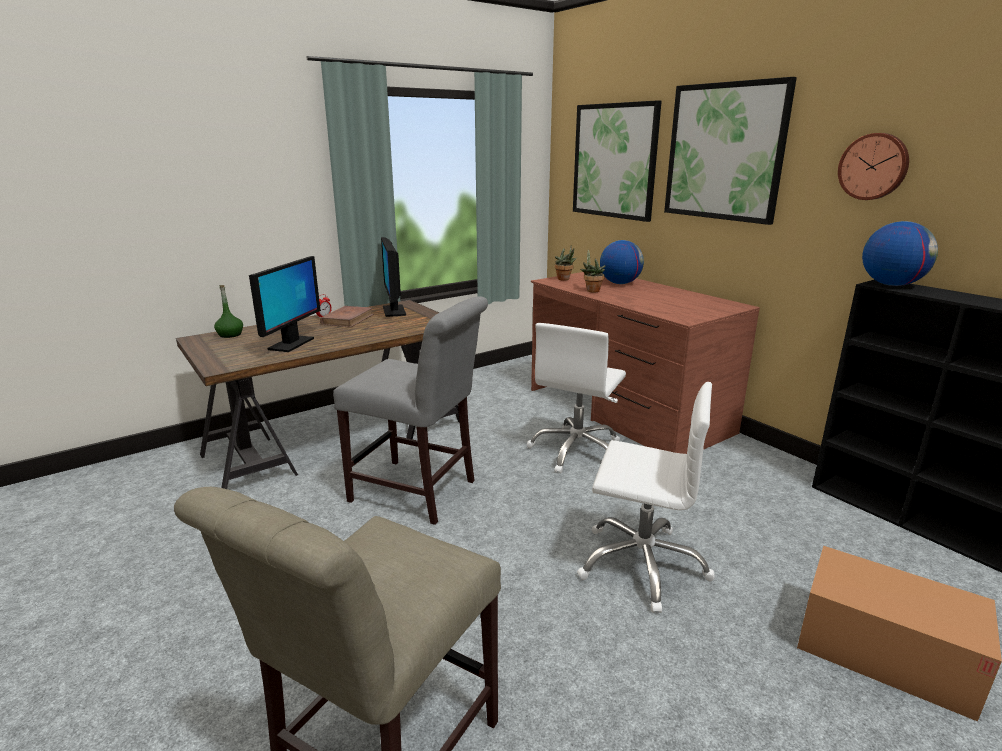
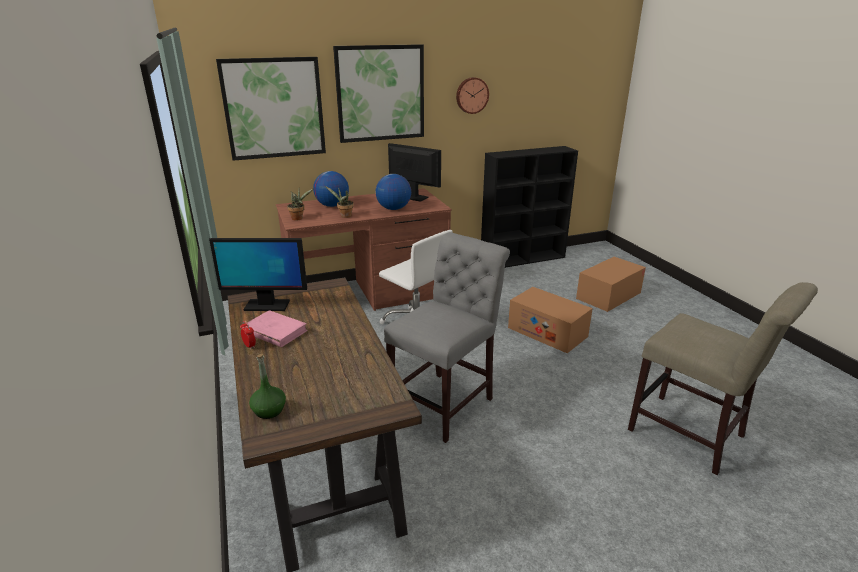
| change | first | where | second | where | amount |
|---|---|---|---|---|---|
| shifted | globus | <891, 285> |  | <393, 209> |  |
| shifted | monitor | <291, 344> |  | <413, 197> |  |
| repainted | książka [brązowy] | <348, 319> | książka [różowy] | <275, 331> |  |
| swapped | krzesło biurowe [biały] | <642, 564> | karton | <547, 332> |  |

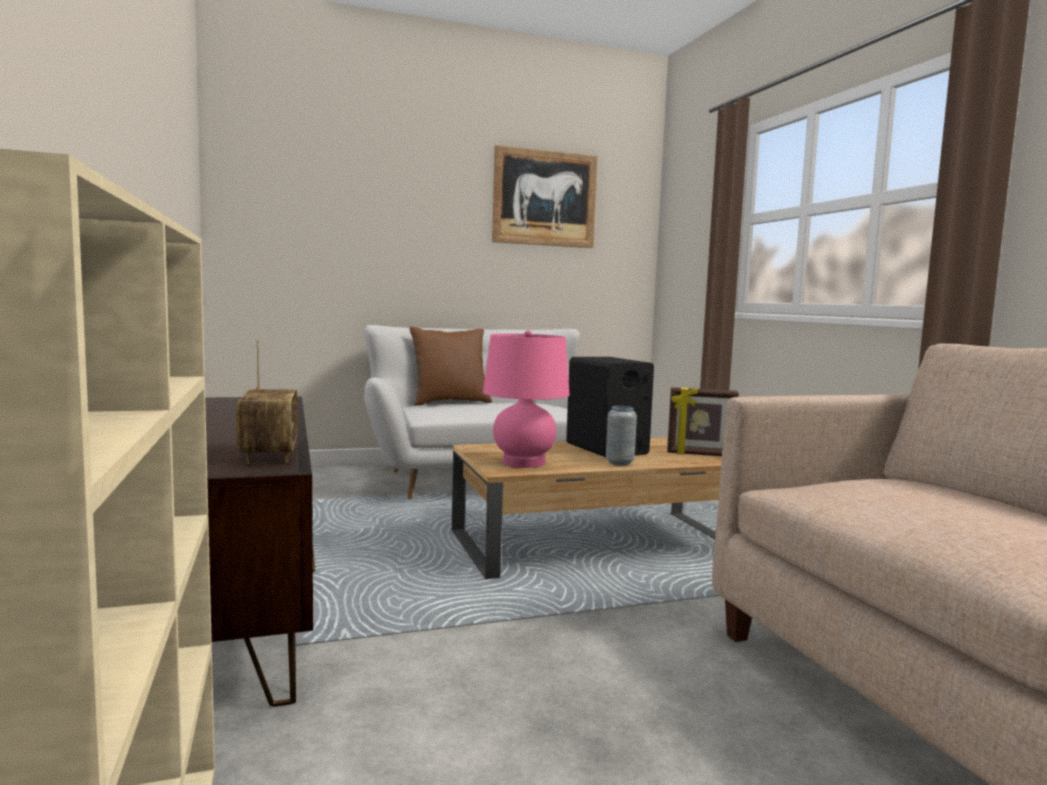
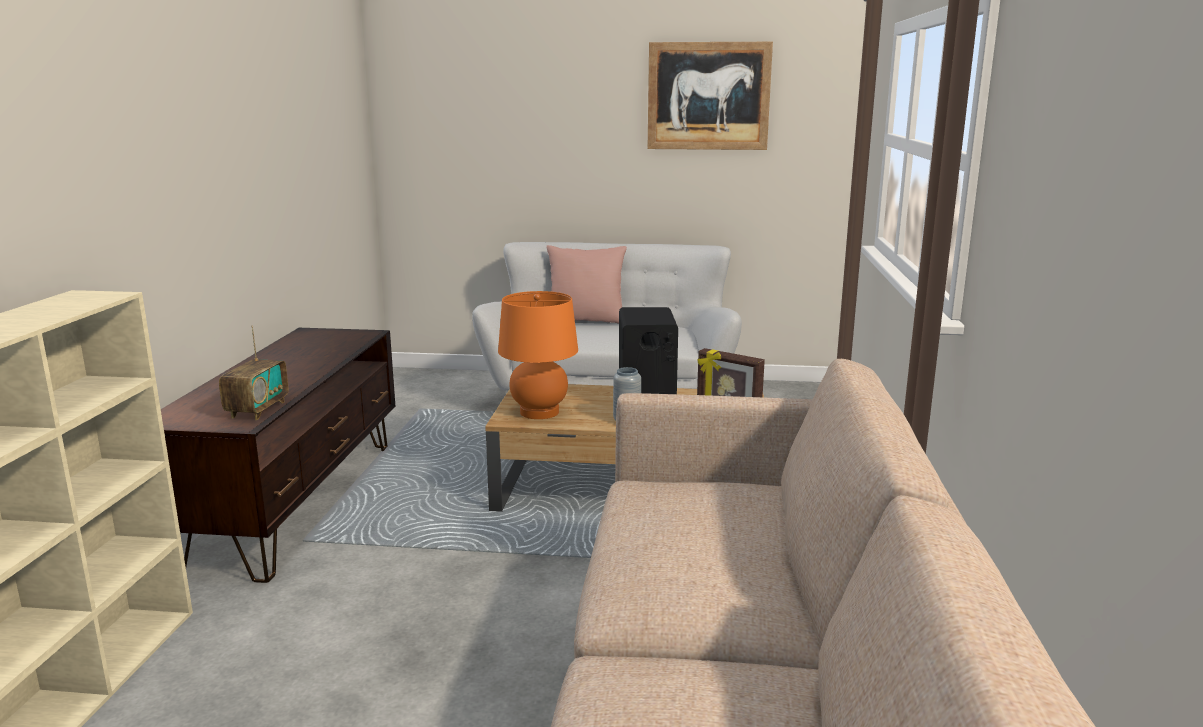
| change | first | where | second | where | amount |
|---|---|---|---|---|---|
| repainted | poduszka [brązowy] | <450, 402> | poduszka [różowy] | <586, 322> |  |
| repainted | lampa stołowa [różowy] | <523, 463> | lampa stołowa [pomarańczowy] | <539, 412> |  |

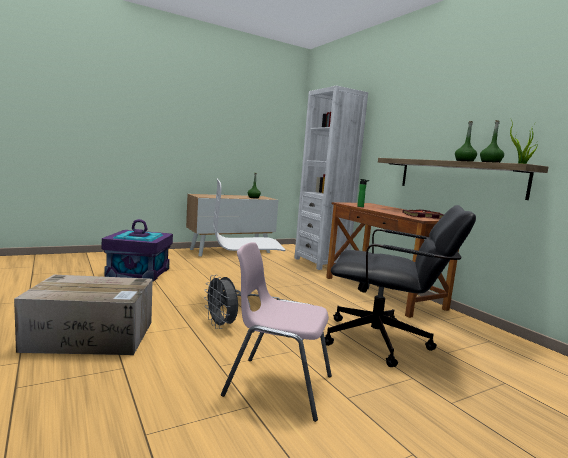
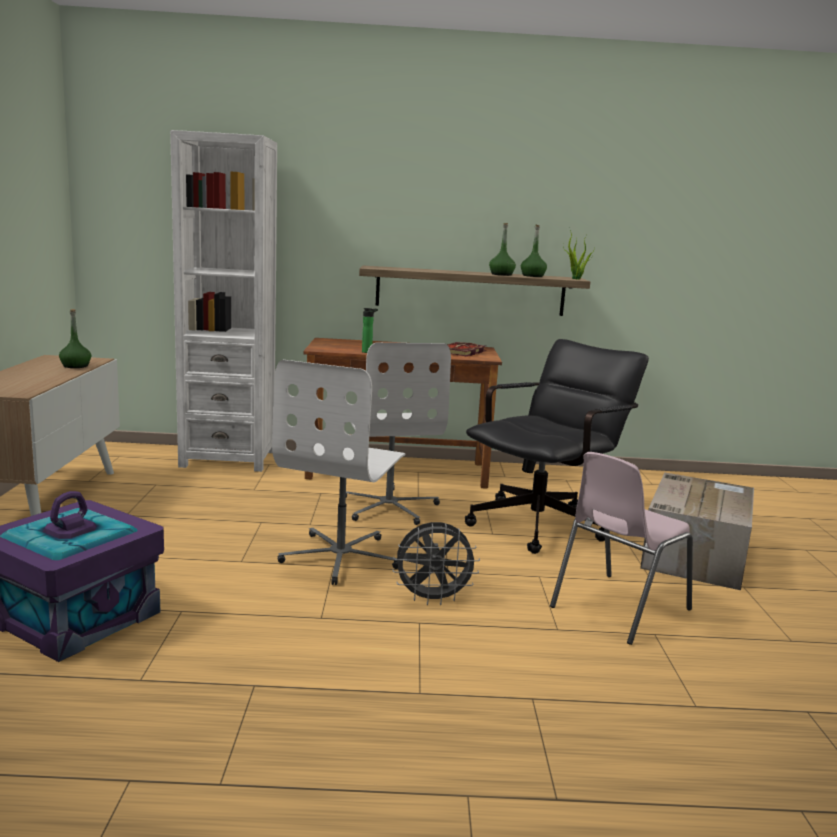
| change | first | where | second | where | amount |
|---|---|---|---|---|---|
| shifted | karton | <92, 336> |  | <694, 554> |  |
| new |  |  | krzesło biurowe [biały] | <389, 507> |  |

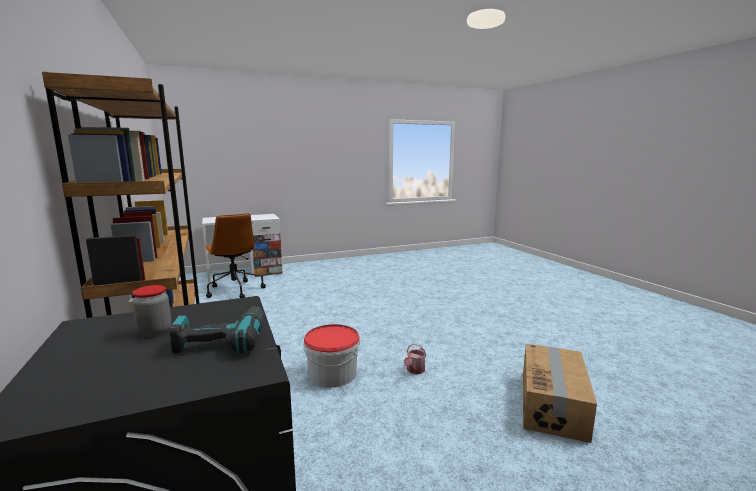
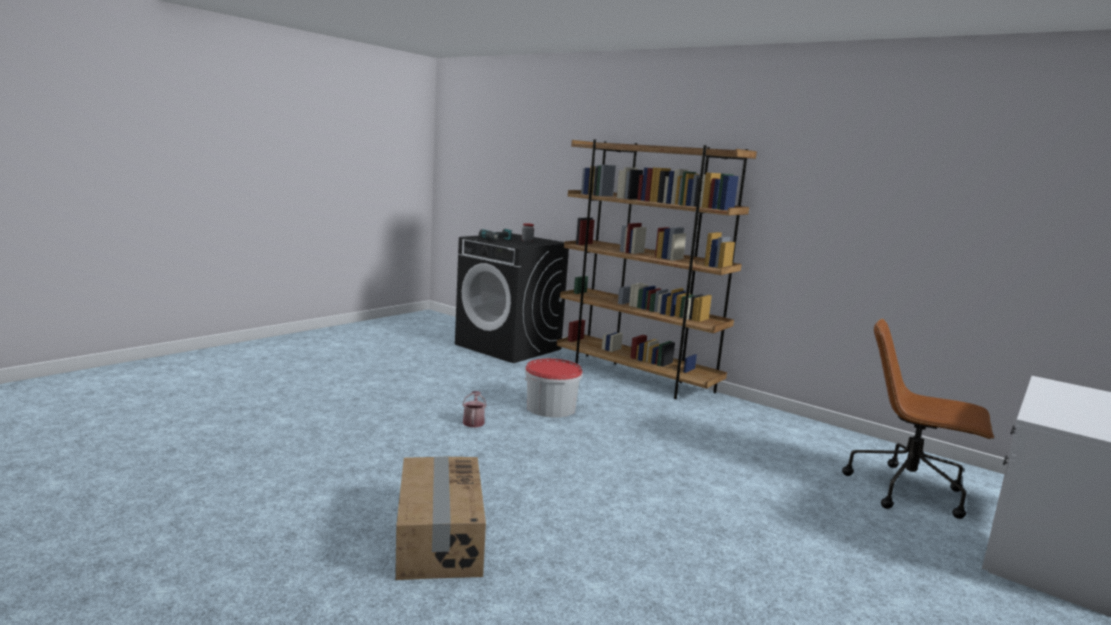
| change | first | where | second | where | amount |
|---|---|---|---|---|---|
| shifted | karton | <553, 404> |  | <438, 537> |  |

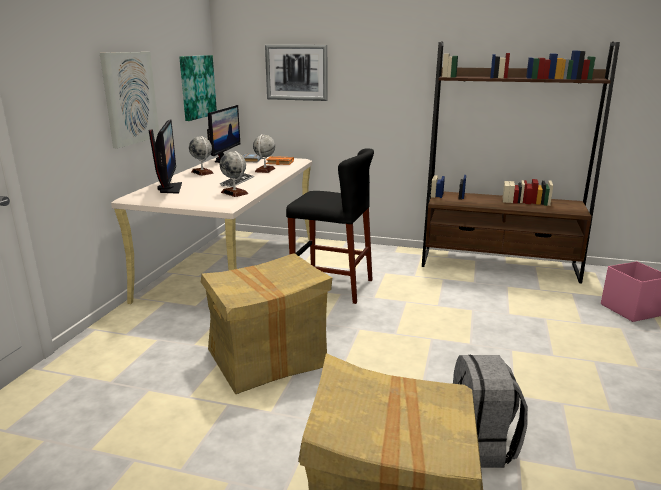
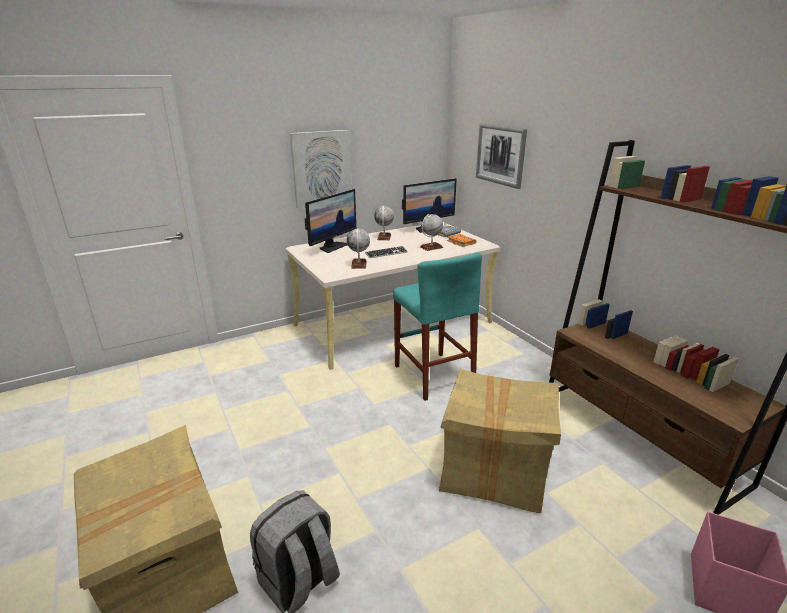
| change | first | where | second | where | amount |
|---|---|---|---|---|---|
| gone | obraz | <197, 87> |  |  |  |
| repainted | stołek [czarny] | <332, 286> | stołek [turkusowy] | <433, 375> |  |
| shifted | karton | <267, 359> |  | <494, 472> |  |

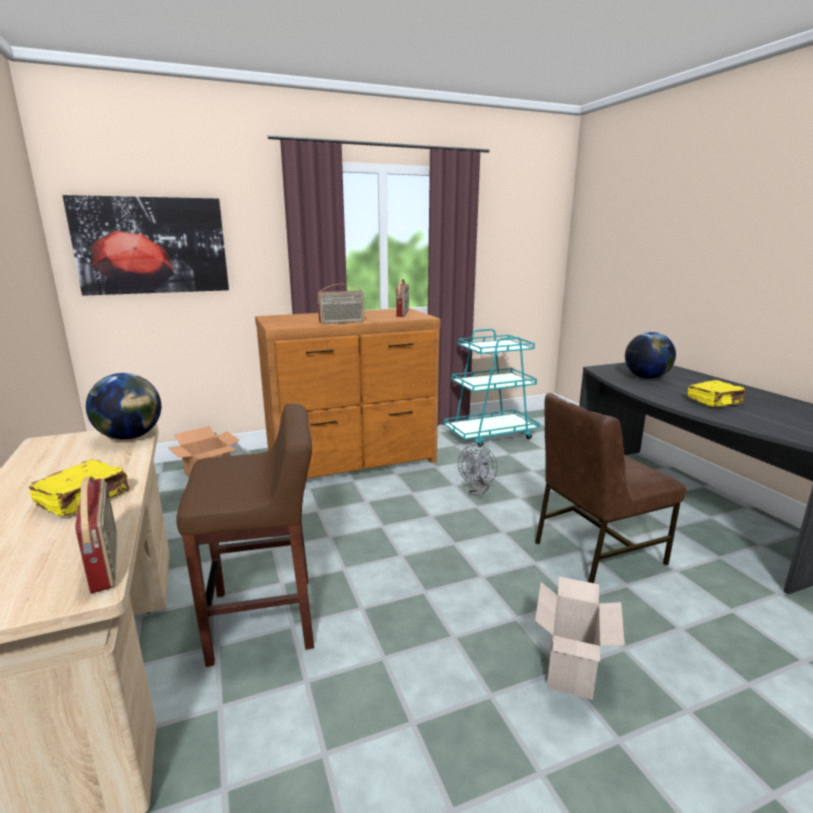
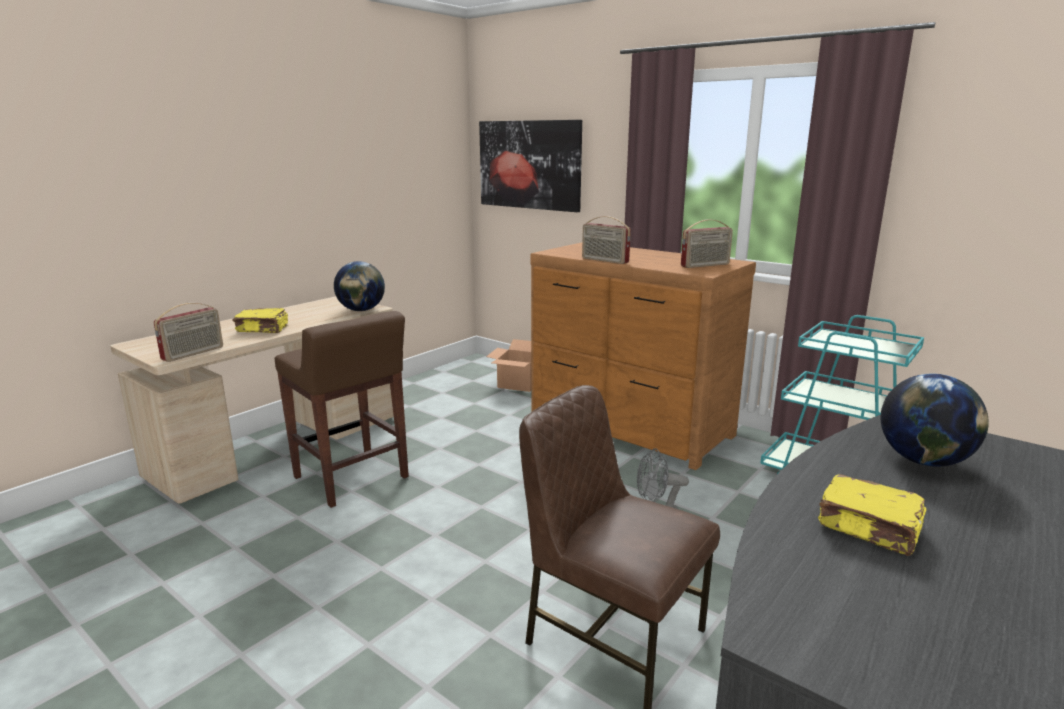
| change | first | where | second | where | amount |
|---|---|---|---|---|---|
| gone | karton | <572, 672> |  |  |  |

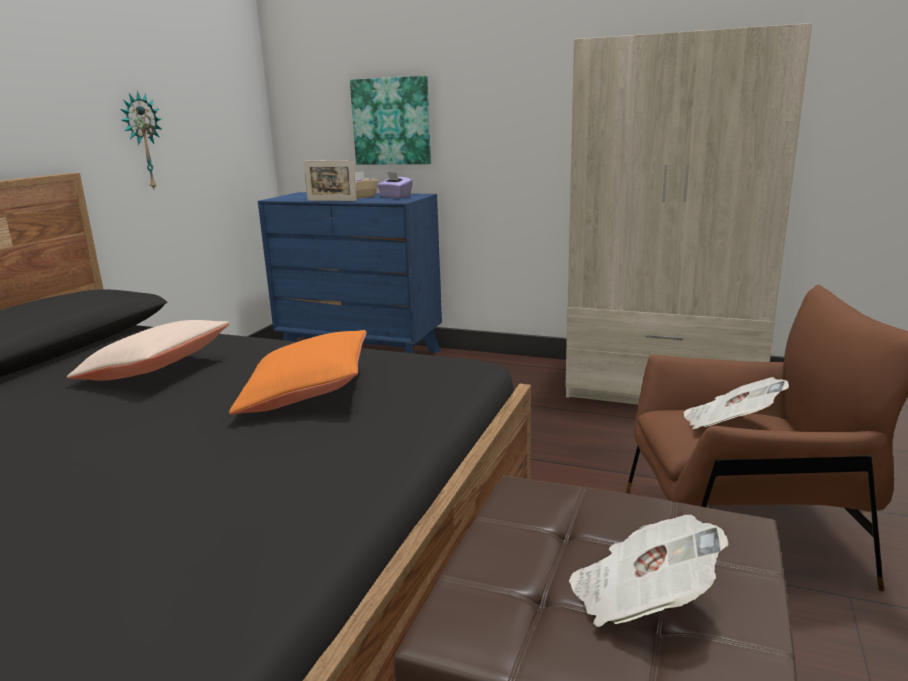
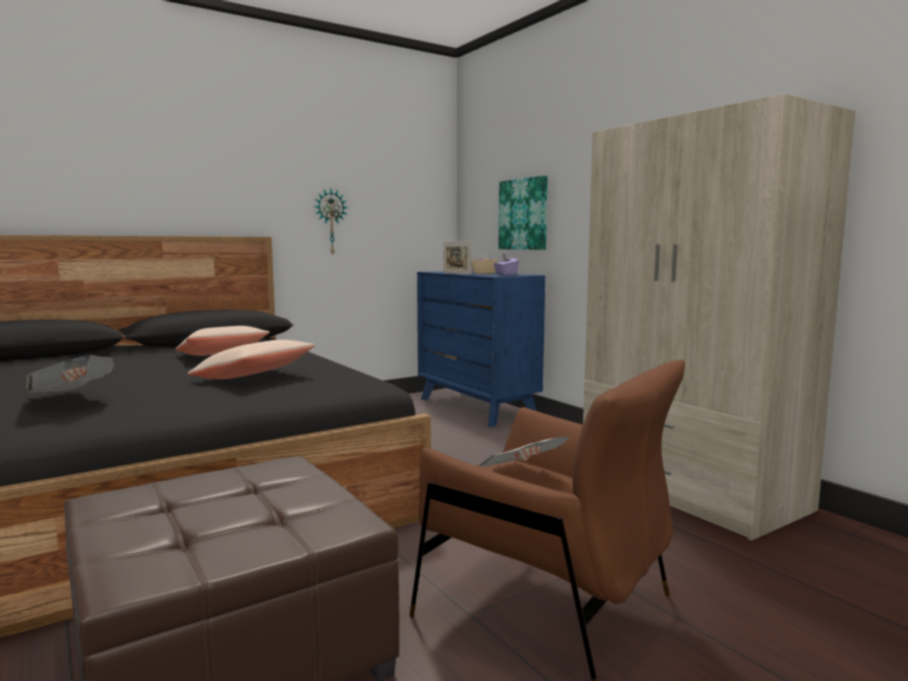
| change | first | where | second | where | amount |
|---|---|---|---|---|---|
| repainted | poduszka [pomarańczowy] | <306, 393> | poduszka [beżowy] | <253, 377> |  |
| shifted | gazeta | <640, 599> |  | <73, 397> |  |

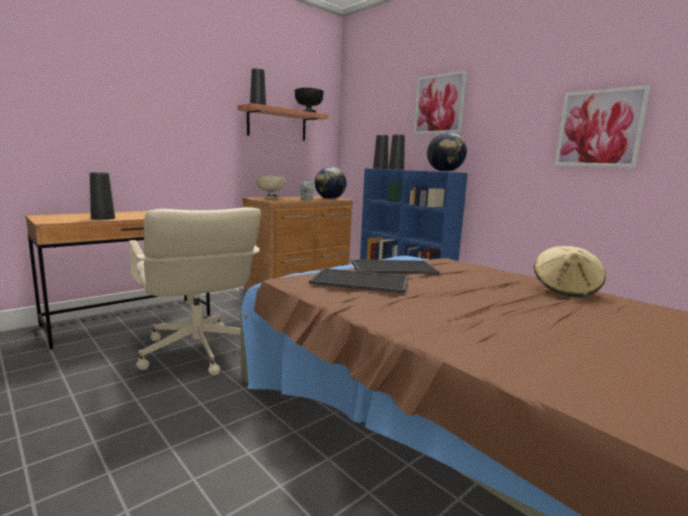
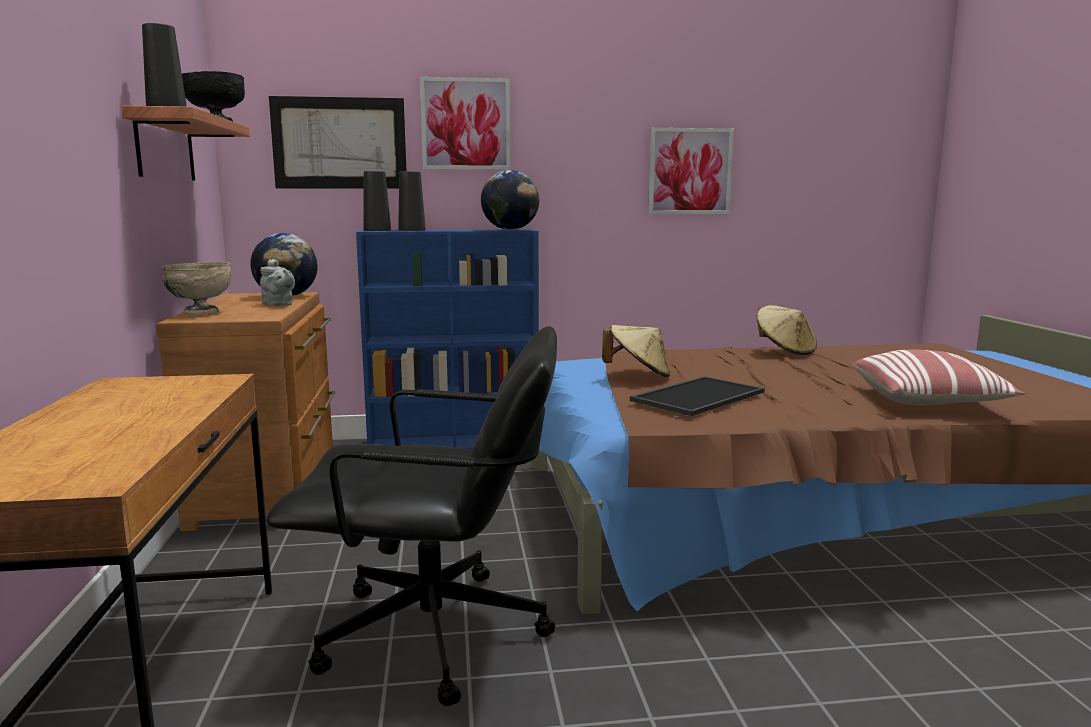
| change | first | where | second | where | amount |
|---|---|---|---|---|---|
| gone | wazon [czarny] | <103, 218> |  |  |  |
| repainted | krzesło biurowe [beżowy] | <197, 352> | krzesło biurowe [czarny] | <436, 635> |  |
| swapped | taca | <394, 267> | kapelusz [beżowy] | <638, 375> |  |
| new |  |  | obraz | <339, 143> |  |
| new |  |  | poduszka | <929, 401> |  |

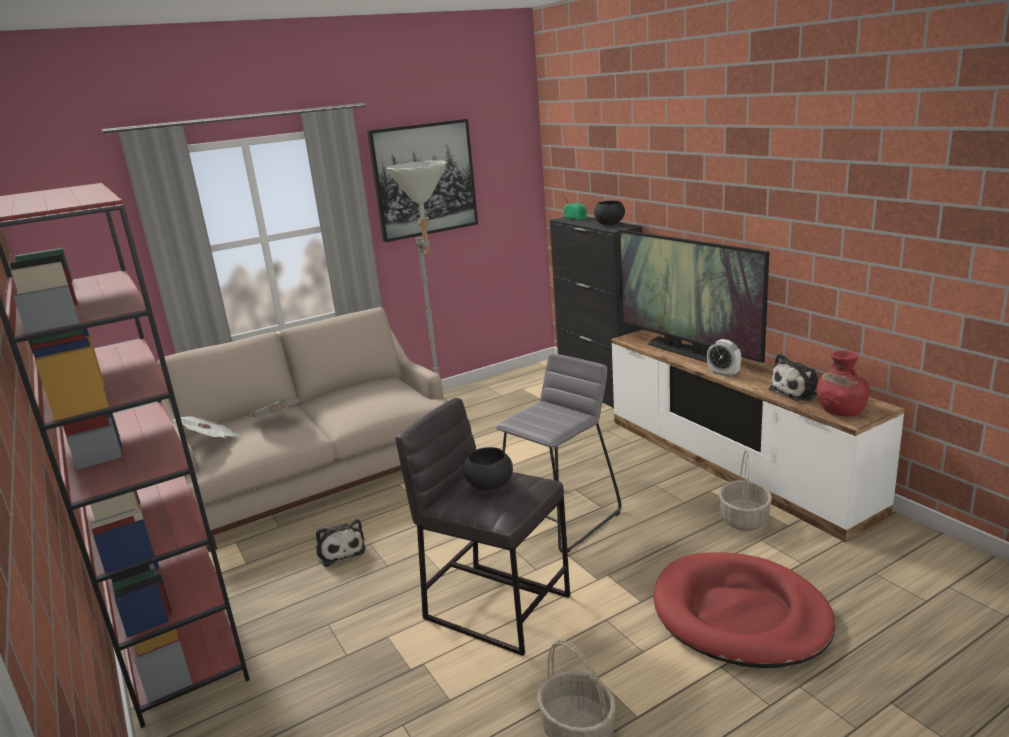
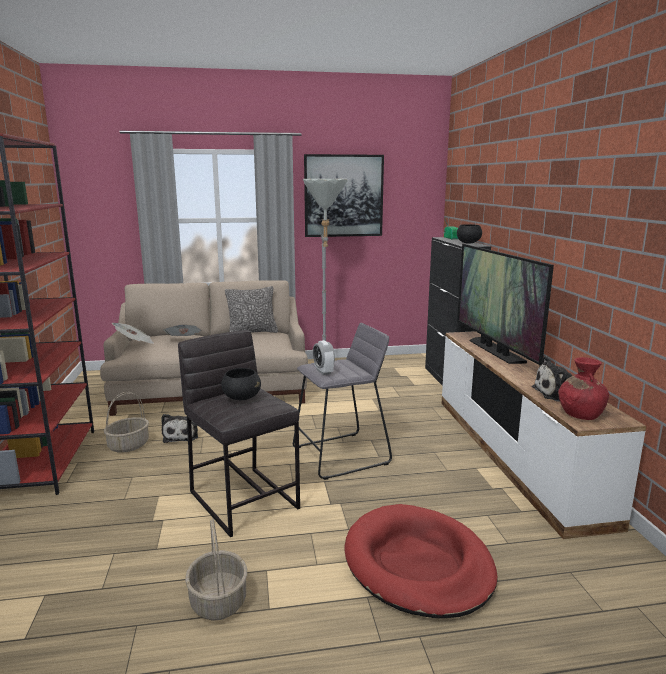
| change | first | where | second | where | amount |
|---|---|---|---|---|---|
| shifted | budzik | <723, 373> |  | <323, 371> |  |
| shifted | koszyk | <743, 519> |  | <129, 445> |  |
| new |  |  | poduszka | <252, 332> |  |

